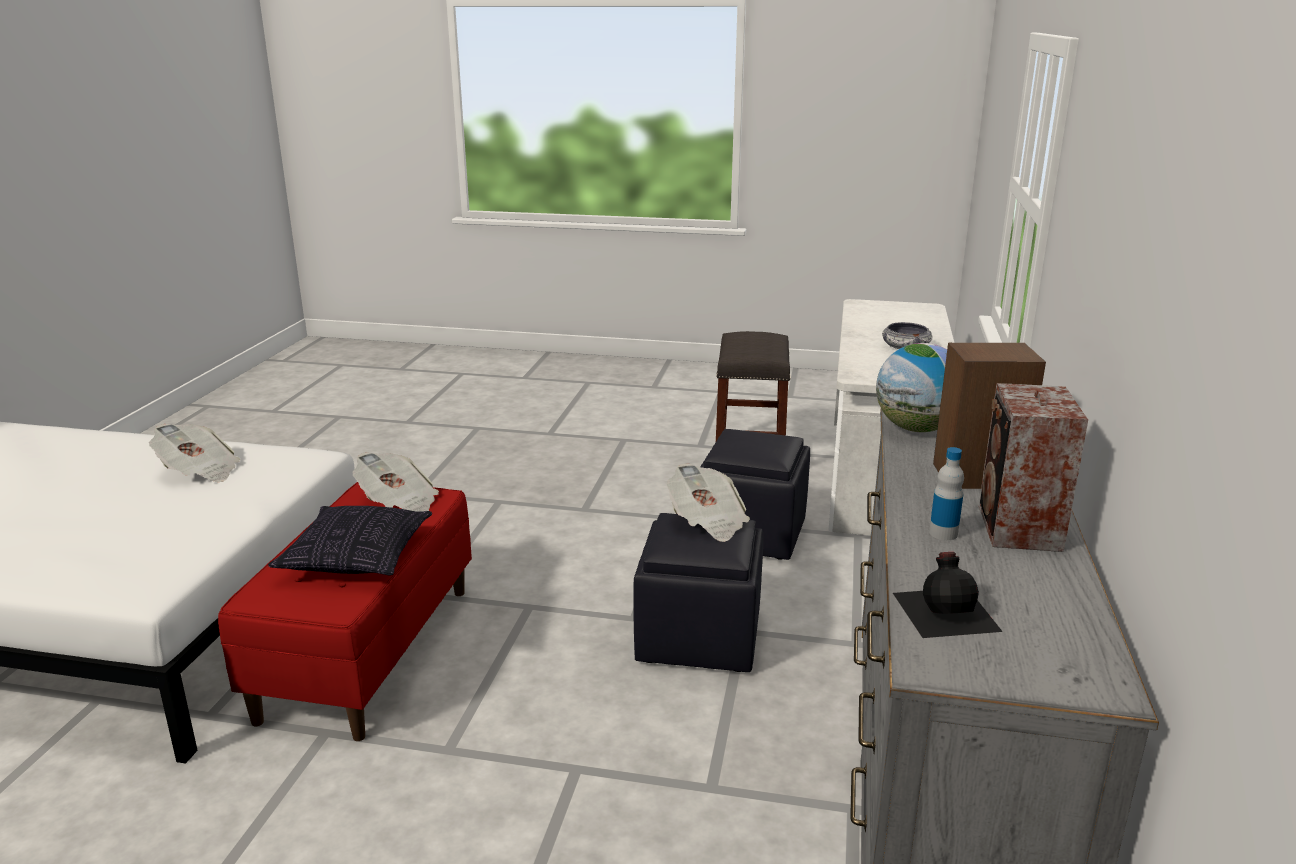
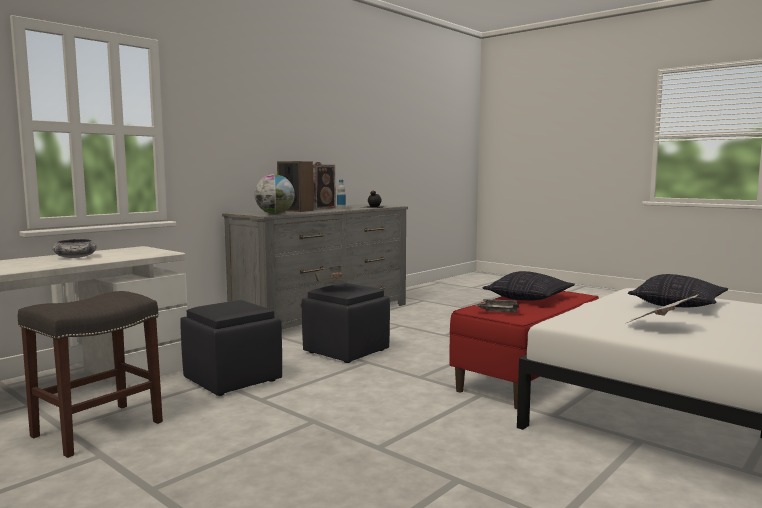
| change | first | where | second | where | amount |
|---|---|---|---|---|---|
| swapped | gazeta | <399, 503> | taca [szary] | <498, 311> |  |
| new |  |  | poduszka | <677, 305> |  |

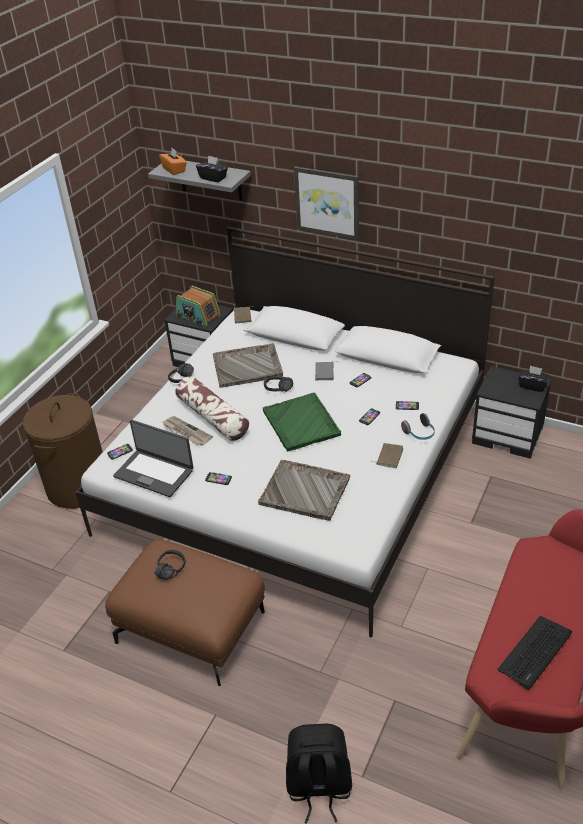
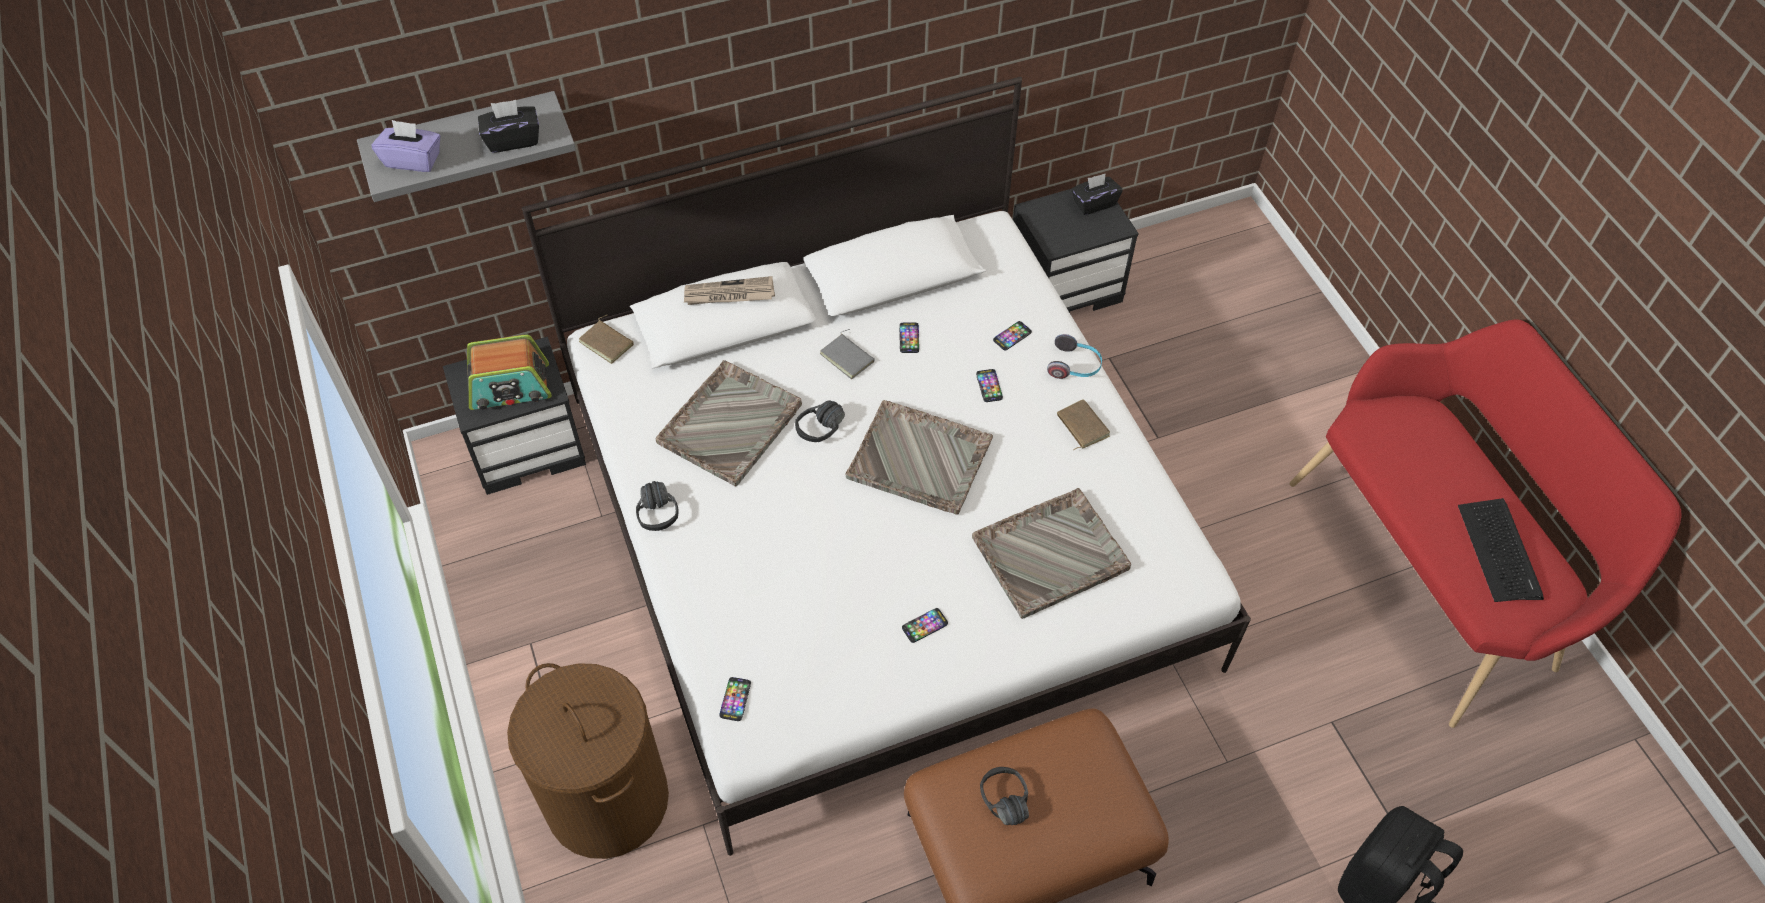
| change | first | where | second | where | amount |
|---|---|---|---|---|---|
| repainted | pudełko chusteczek [pomarańczowy] | <174, 170> | pudełko chusteczek [fioletowy] | <413, 160> |  |
| gone | obraz | <327, 202> |  |  |  |
| gone | poduszka | <213, 417> |  |  |  |
| repainted | taca [zielony] | <301, 423> | taca [szary] | <921, 459> |  |
| shifted | gazeta | <186, 432> |  | <729, 294> |  |
| gone | laptop | <154, 473> |  |  |  |

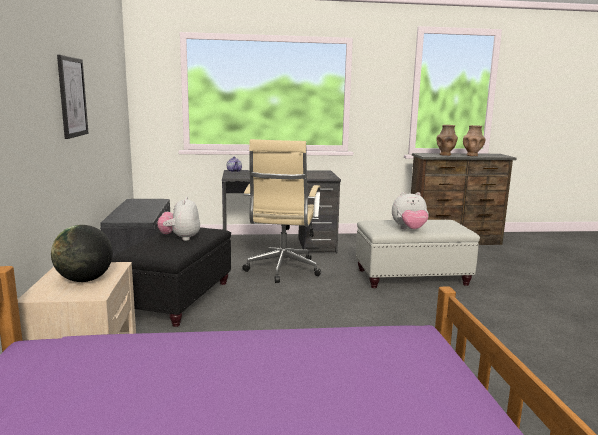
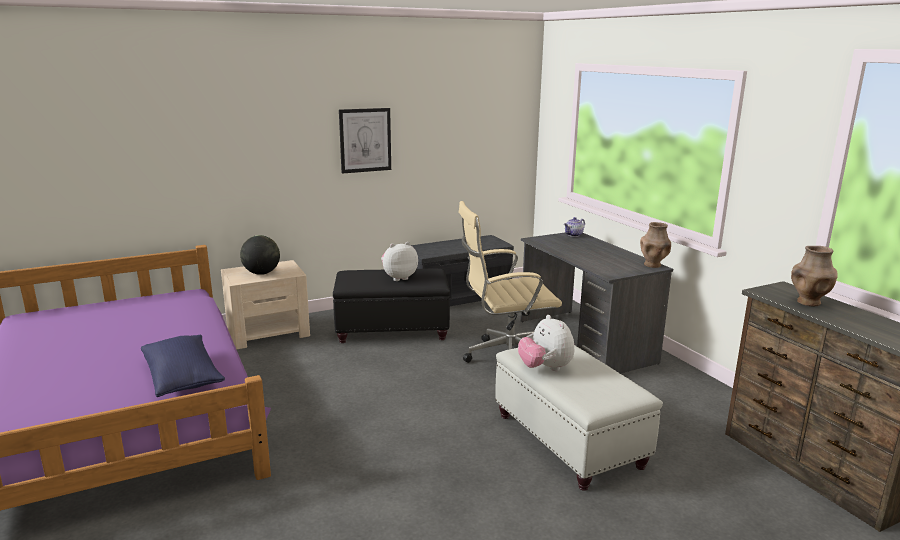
| change | first | where | second | where | amount |
|---|---|---|---|---|---|
| shifted | wazon [brązowy] | <472, 155> |  | <653, 265> |  |
| new |  |  | poduszka [niebieski] | <183, 378> |  |

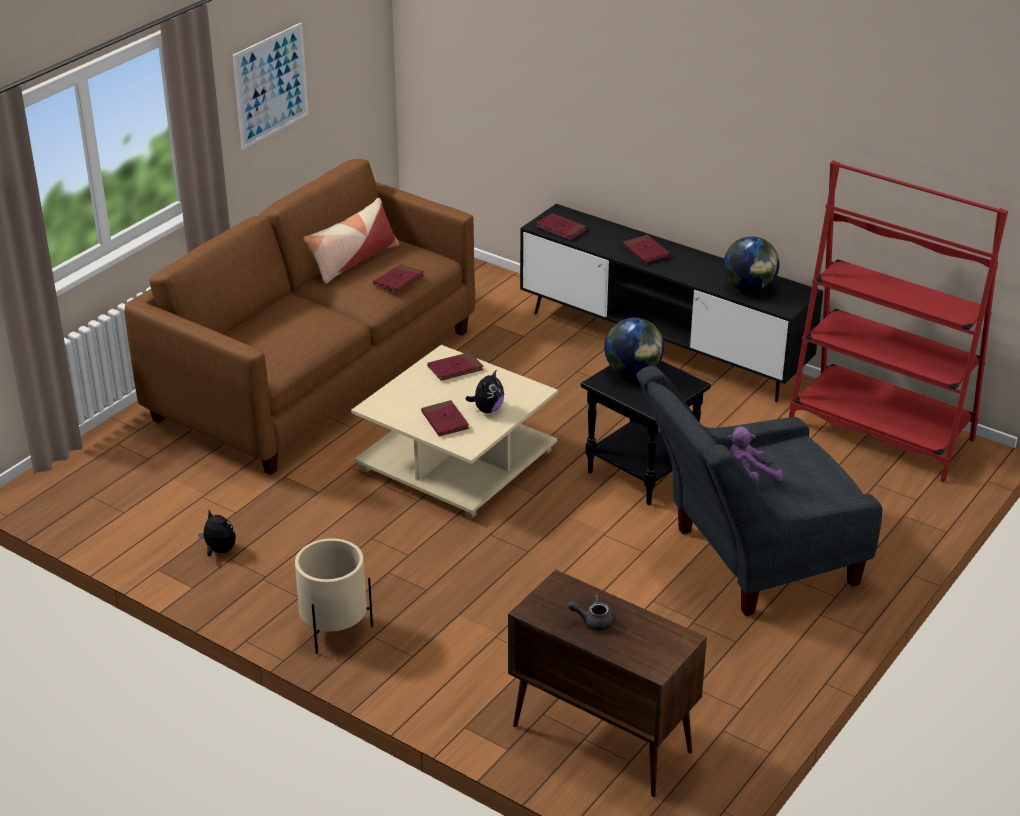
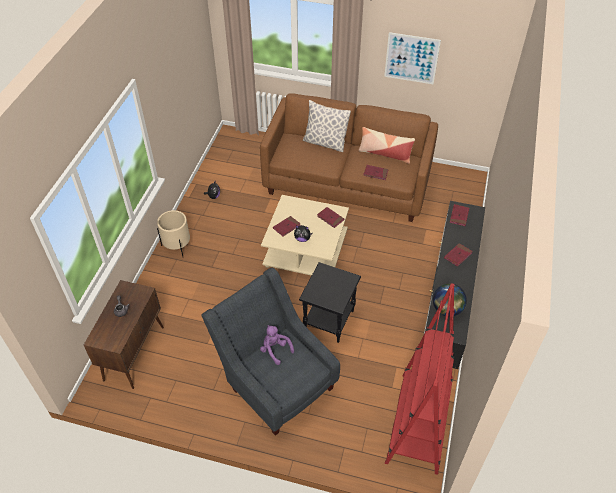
| change | first | where | second | where | amount |
|---|---|---|---|---|---|
| gone | globus | <633, 372> |  |  |  |
| new |  |  | poduszka | <325, 142> |  |

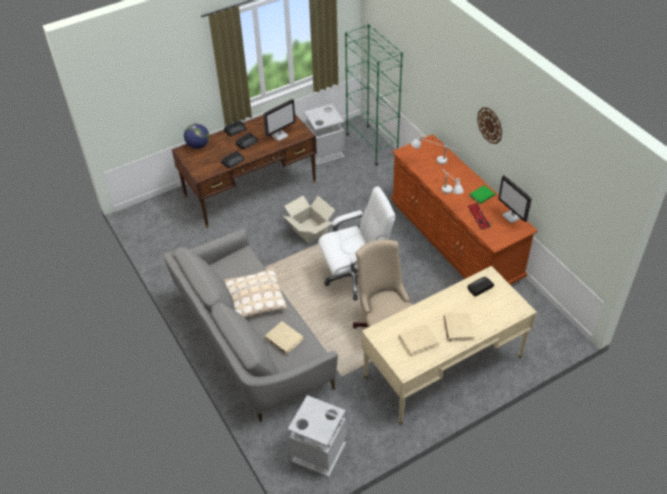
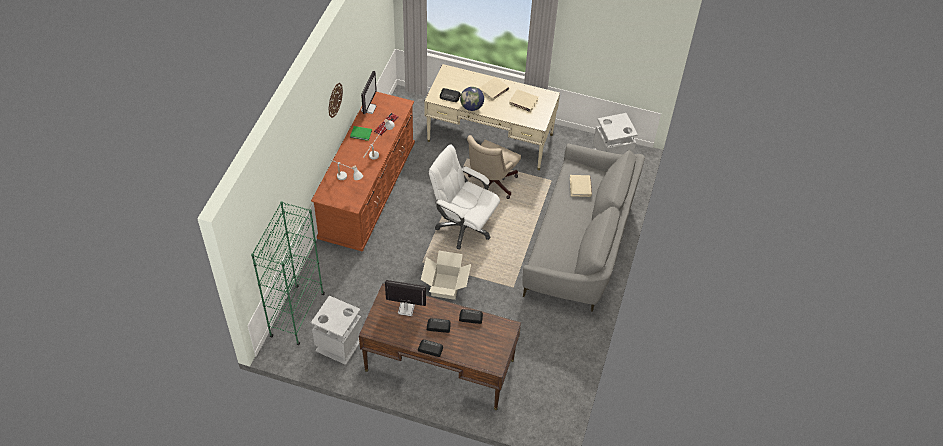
| change | first | where | second | where | amount |
|---|---|---|---|---|---|
| shifted | globus | <198, 145> |  | <471, 107> |  |
| gone | poduszka [beżowy] | <255, 299> |  |  |  |

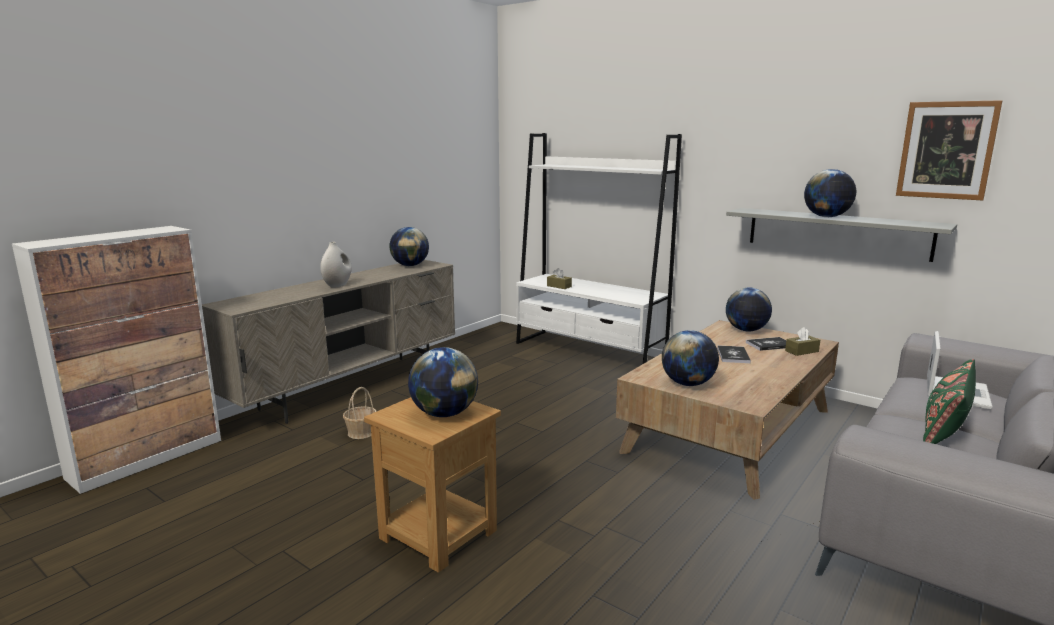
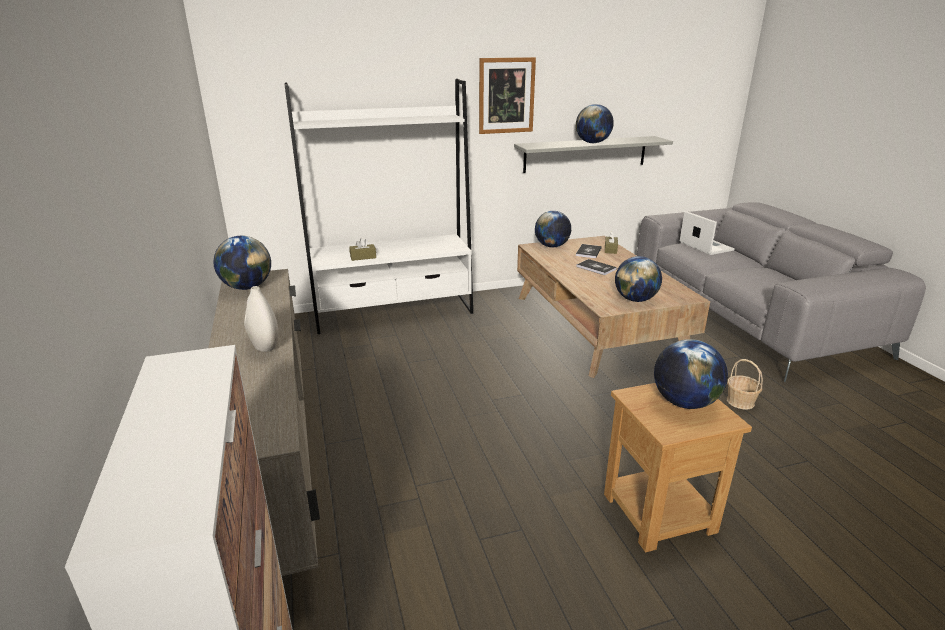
| change | first | where | second | where | amount |
|---|---|---|---|---|---|
| shifted | obraz | <946, 150> |  | <506, 96> |  |
| gone | poduszka [zielony] | <945, 428> |  |  |  |
| shifted | koszyk | <361, 433> |  | <740, 402> |  |

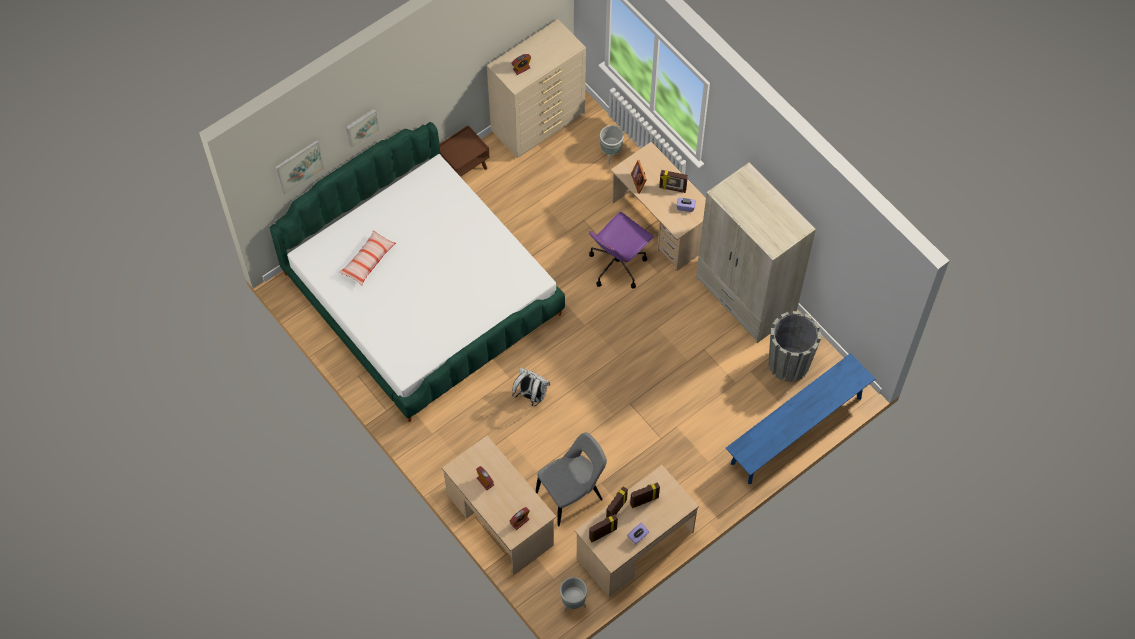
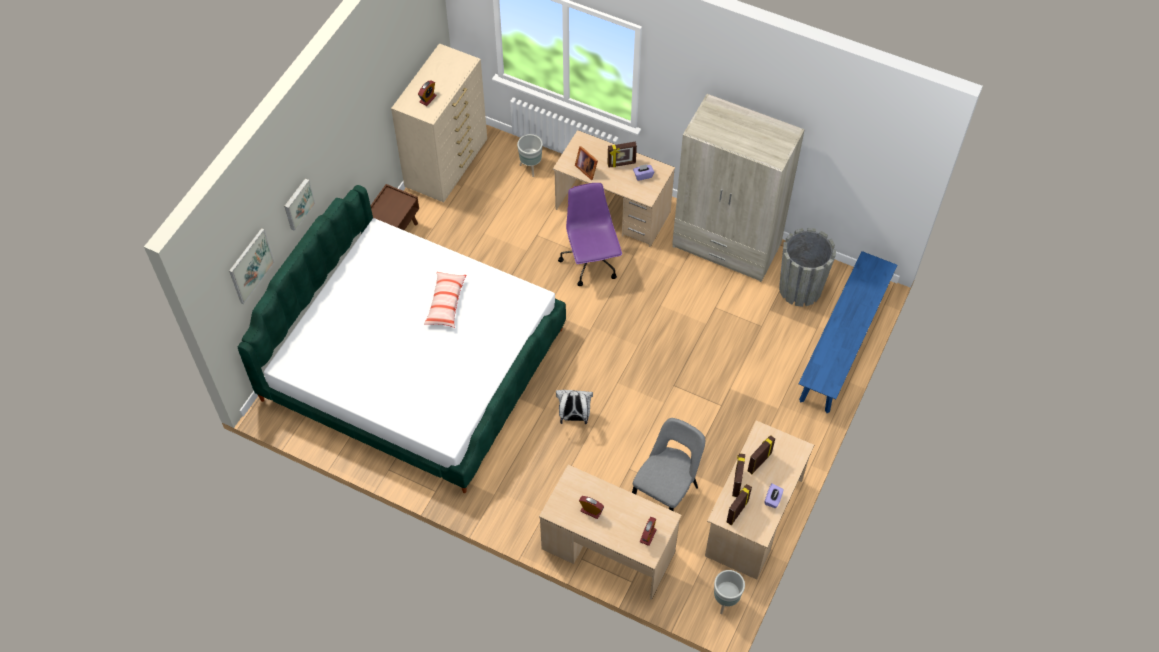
| change | first | where | second | where | amount |
|---|---|---|---|---|---|
| rotated | krzesło biurowe [fioletowy] | <617, 264> |  | <591, 263> | 150 degrees clockwise |
| shifted | poduszka | <368, 261> |  | <446, 303> |  |

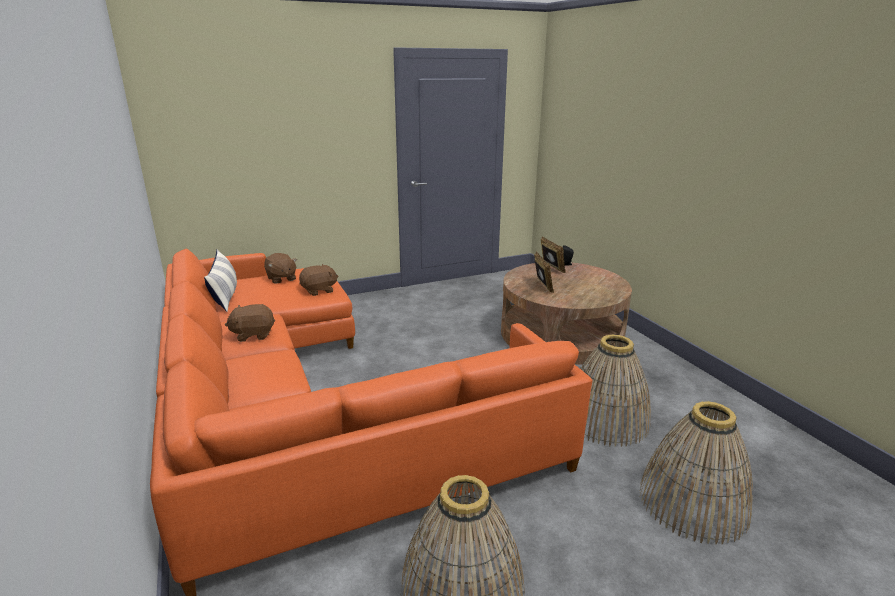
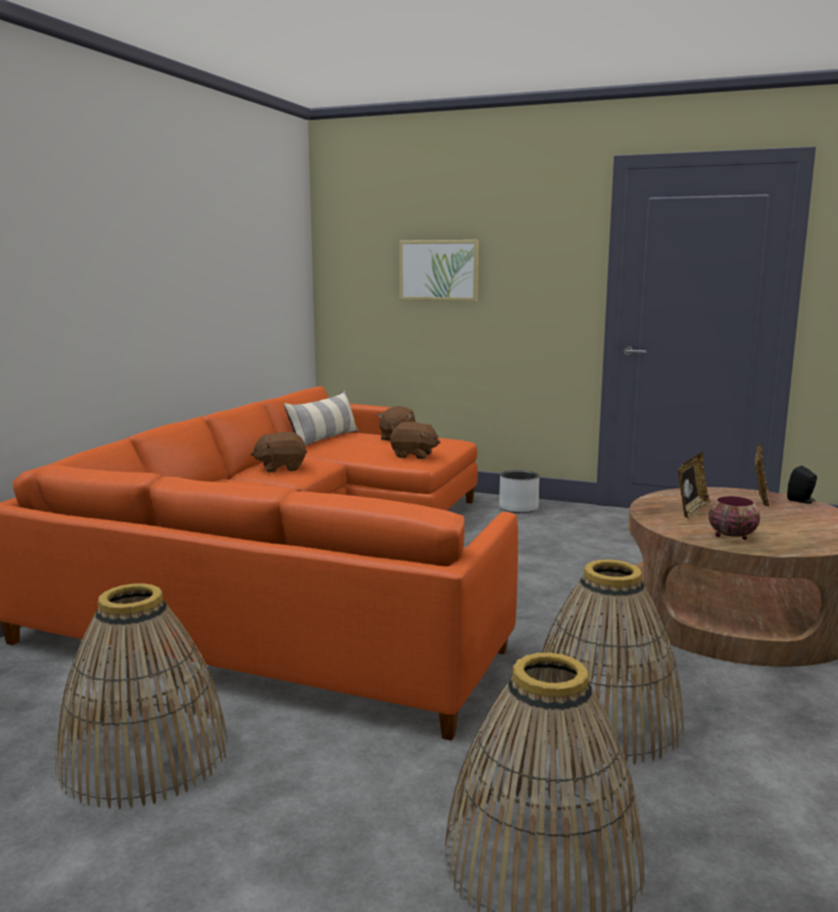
| change | first | where | second | where | amount |
|---|---|---|---|---|---|
| rotated | pluszak [brązowy] | <253, 334> |  | <281, 468> | 45 degrees counterclockwise |
| new |  |  | obraz | <439, 270> |  |
| new |  |  | donica [szary] | <518, 508> |  |
| new |  |  | miska | <731, 536> |  |

